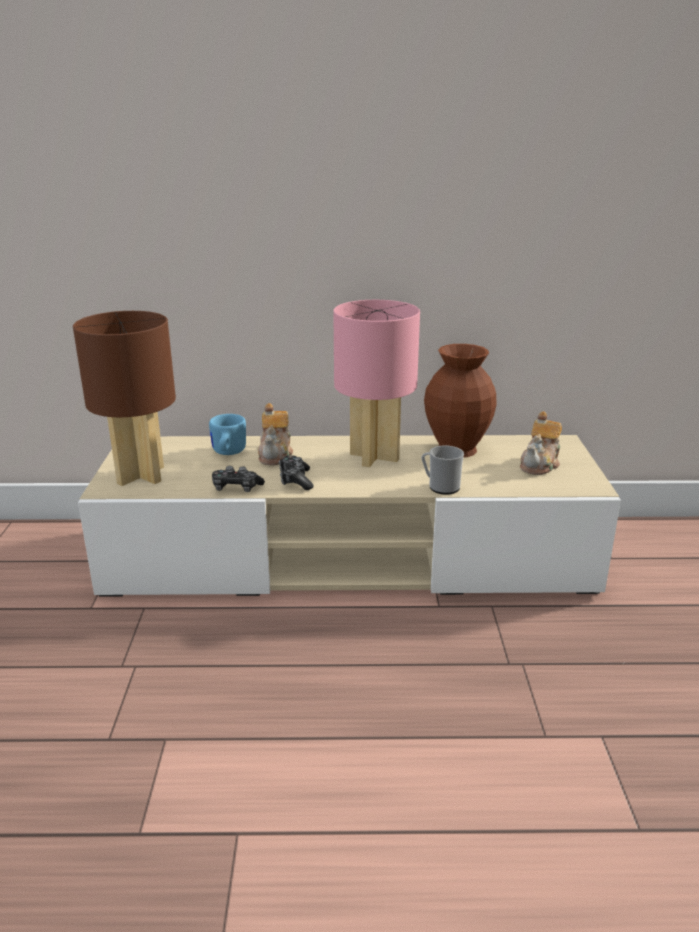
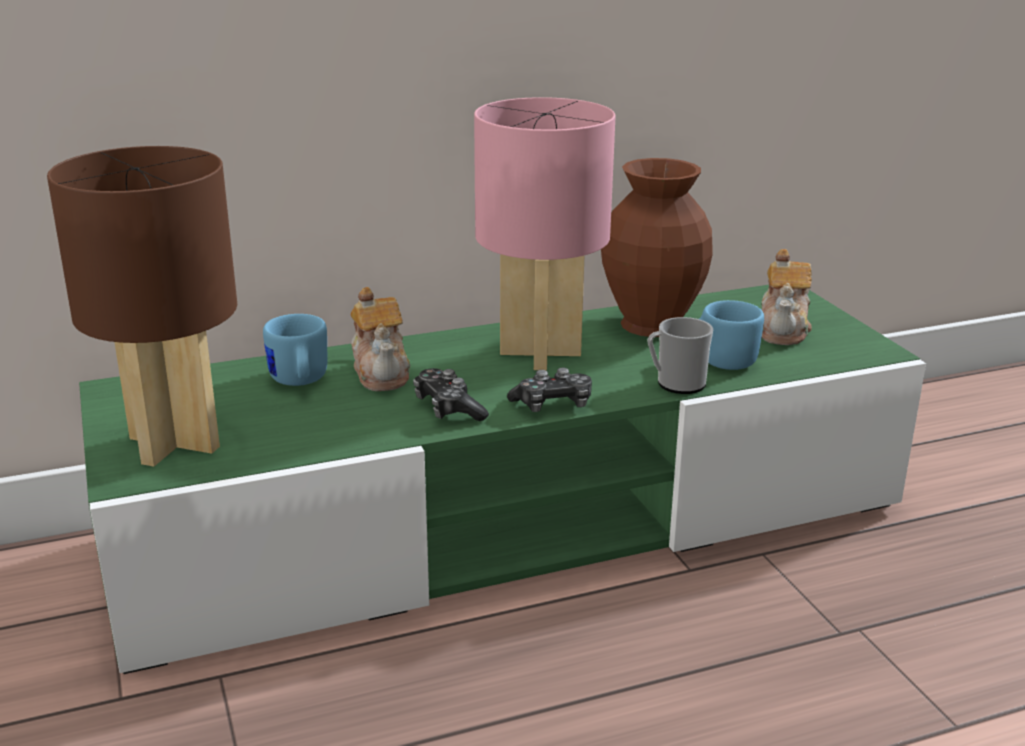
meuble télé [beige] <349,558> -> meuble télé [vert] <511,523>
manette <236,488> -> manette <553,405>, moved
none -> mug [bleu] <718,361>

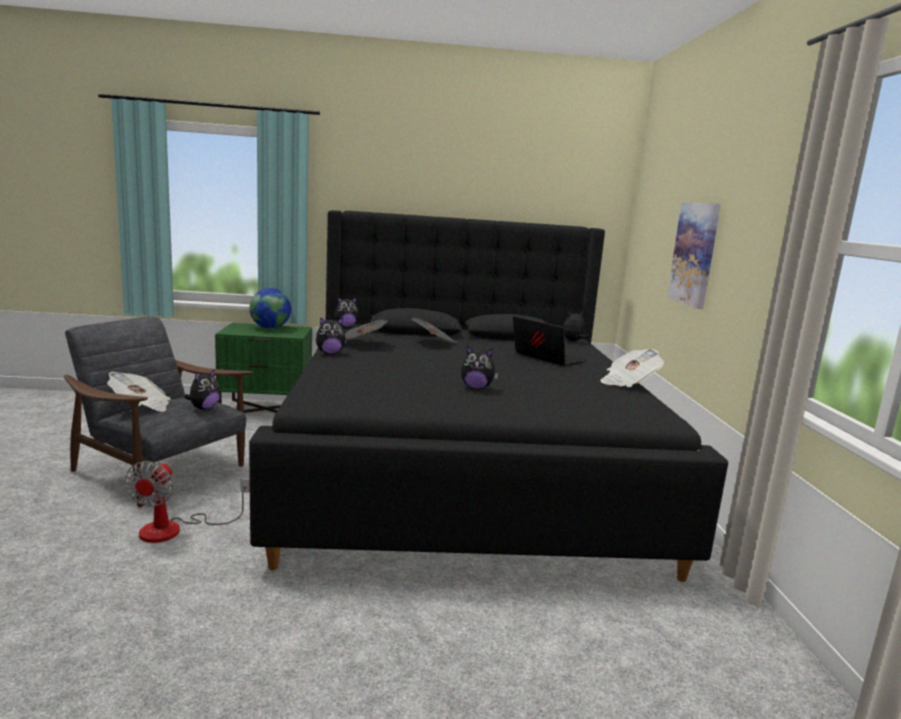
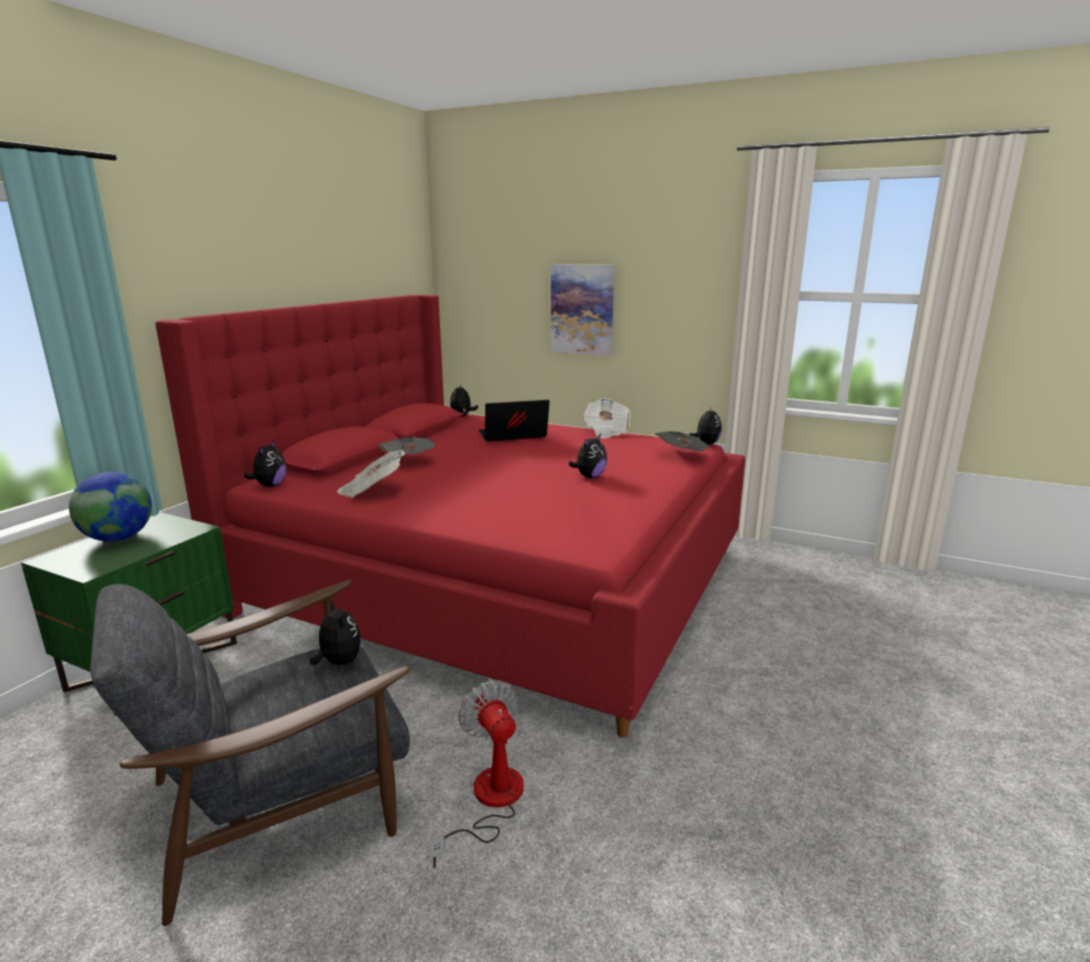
lit [noir] <464,470> -> lit [rouge] <495,577>
ventilateur <175,529> -> ventilateur <489,802>, 150 degrees counterclockwise
journal <141,406> -> journal <683,456>, moved
peluche <330,353> -> peluche <706,444>, moved

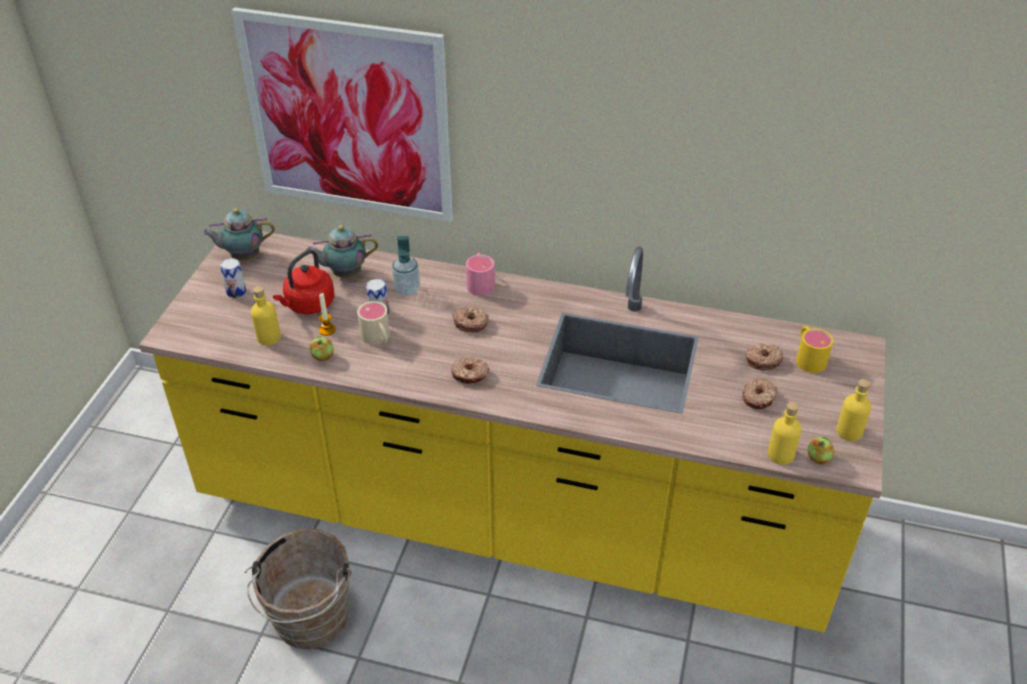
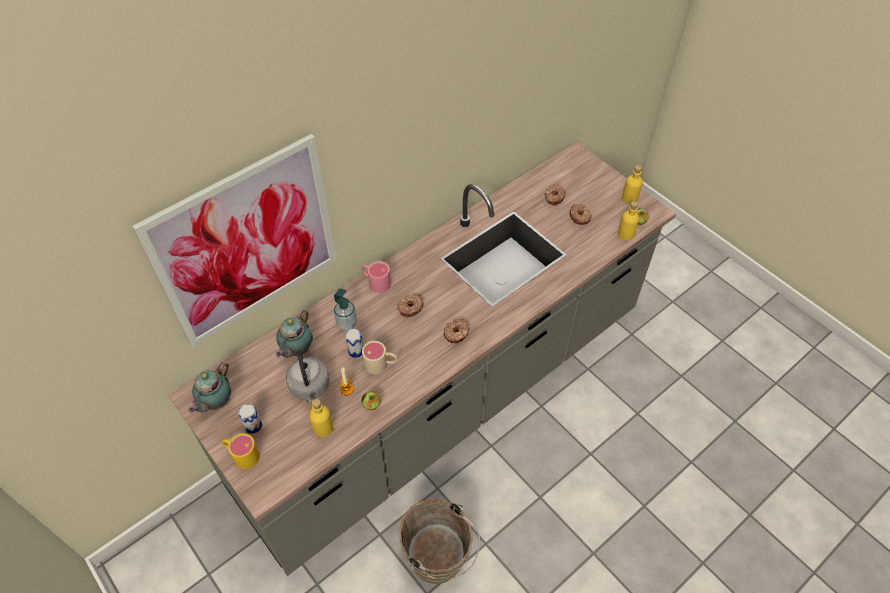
comptoir de cuisine [jaune] <513,515> -> comptoir de cuisine [gris] <445,398>
mug [jaune] <808,357> -> mug [jaune] <241,455>, moved
bouilloire [rouge] <308,305> -> bouilloire [gris] <310,388>

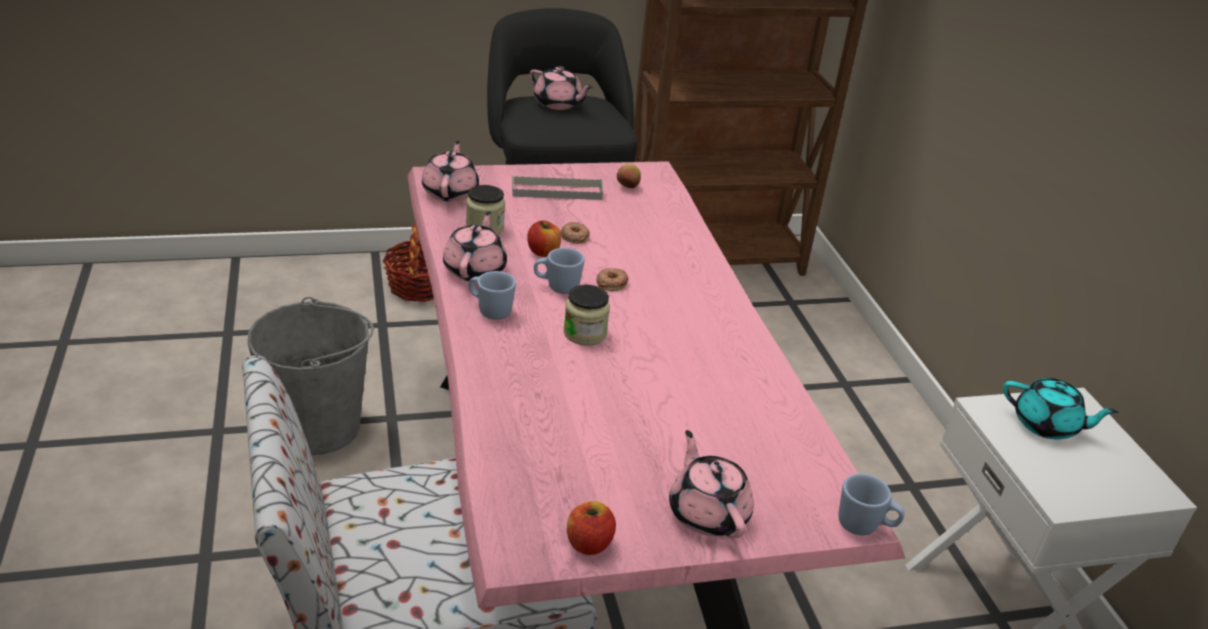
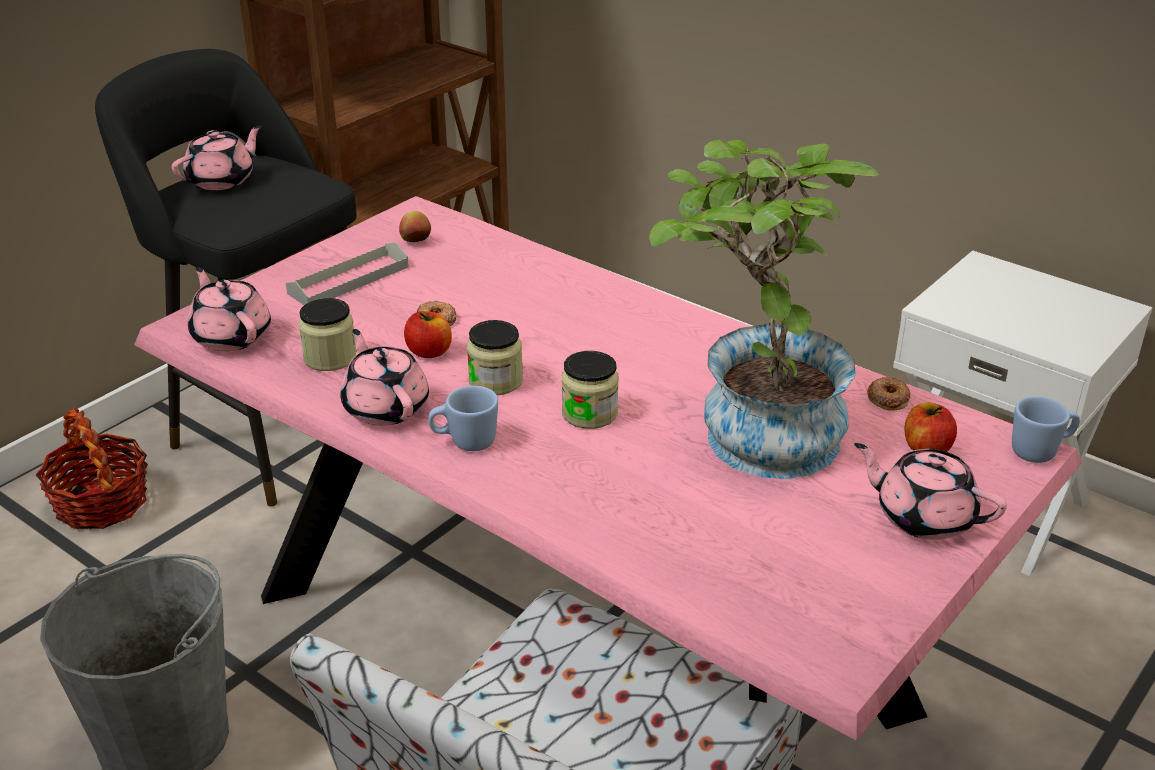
théière [rose] <558,104> -> théière [rose] <222,180>, 45 degrees counterclockwise
mug [bleu] <557,287> -> bocal <495,381>
none -> plante en pot <752,431>
beignet <611,282> -> beignet <888,398>, moved
pomme <589,543> -> pomme <926,448>, moved
théière [turquoise] <1047,425> -> none

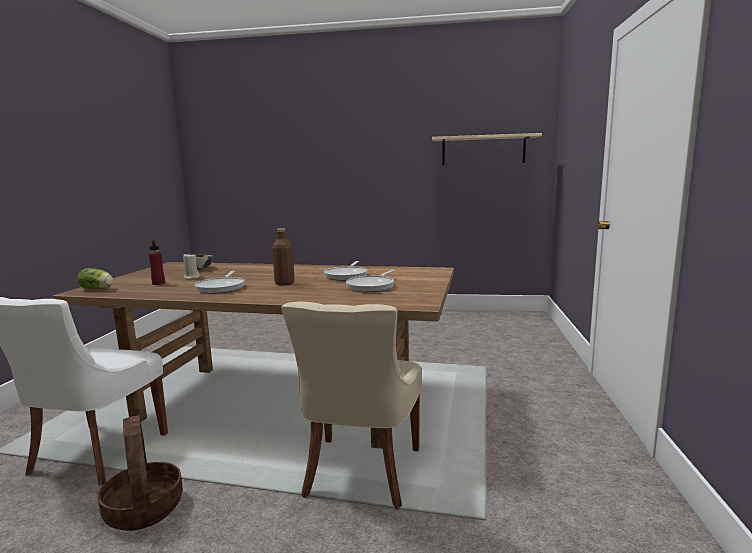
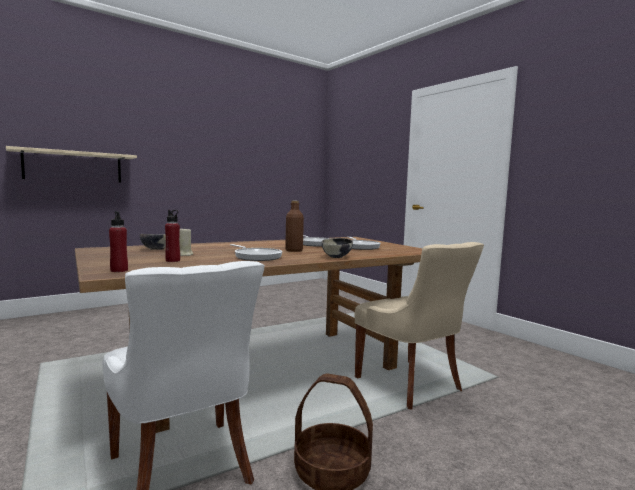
étagère [beige] <483,150> -> étagère [beige] <73,166>, moved
laitue <98,289> -> bouteille [rouge] <119,270>
none -> bol <337,257>

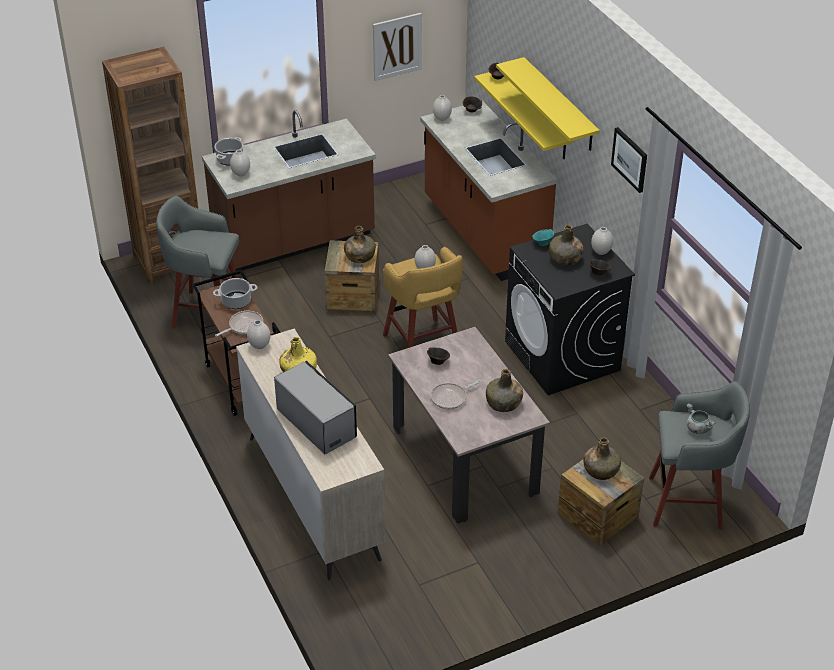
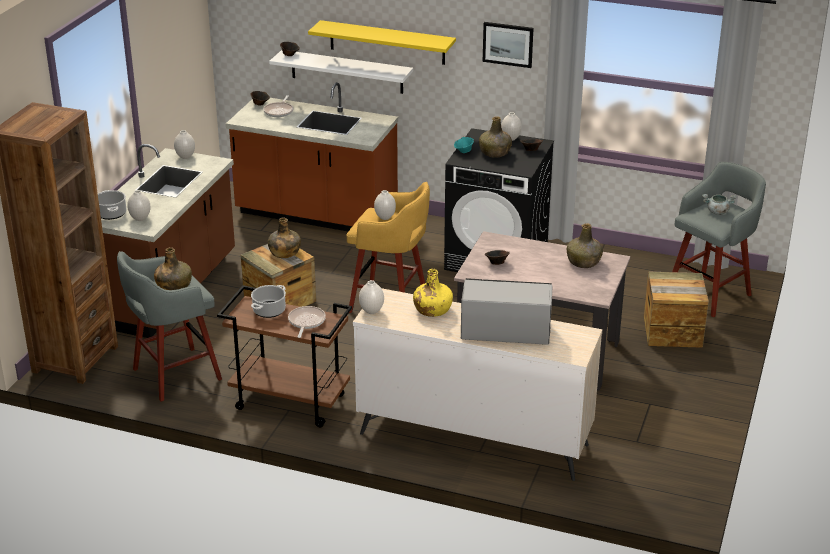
bouteille [vert] <601,470> -> bouteille [vert] <174,286>, moved
vase [blanc] <442,118> -> vase [blanc] <185,157>, moved
poêle <451,398> -> poêle <279,111>, moved
étagère [jaune] <535,115> -> étagère [blanc] <347,72>
tableau <397,46> -> none

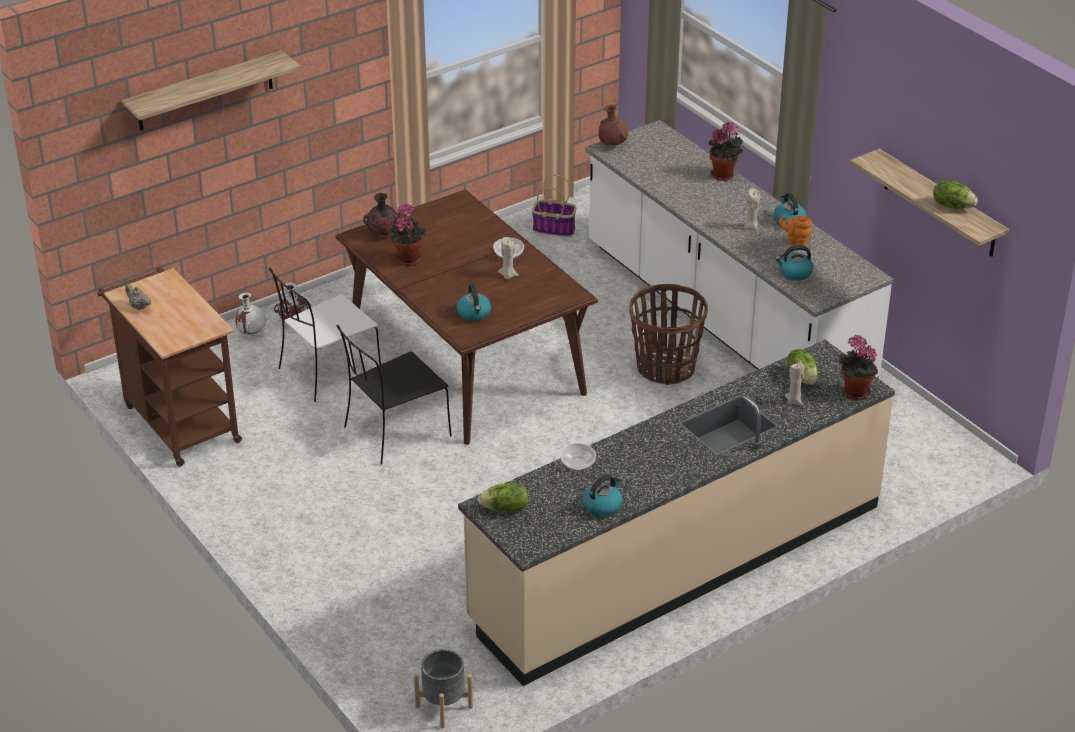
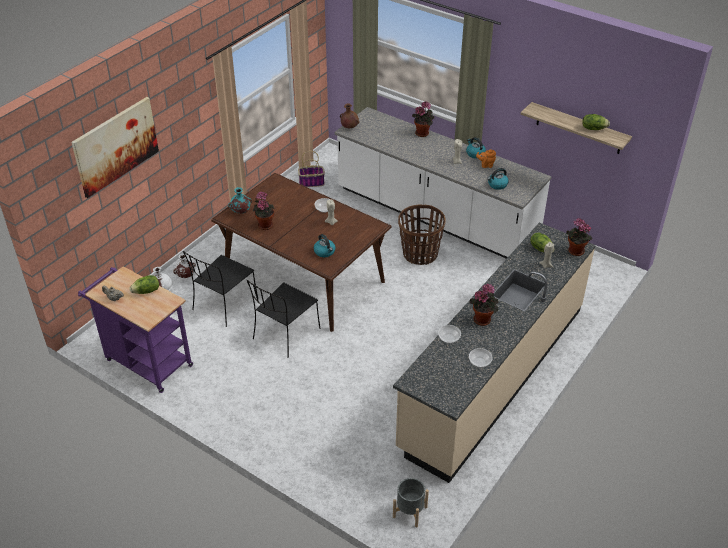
étagère <205,91> -> tableau <116,146>
chariot [marron] <178,420> -> chariot [violet] <145,361>
laitue <505,509> -> laitue <146,291>, moved
chaise [blanc] <327,373> -> chaise [noir] <224,305>
vase [noir] <383,233> -> vase [turquoise] <240,212>
bouilloire <602,505> -> bol <479,362>
none -> plante en pot <483,319>

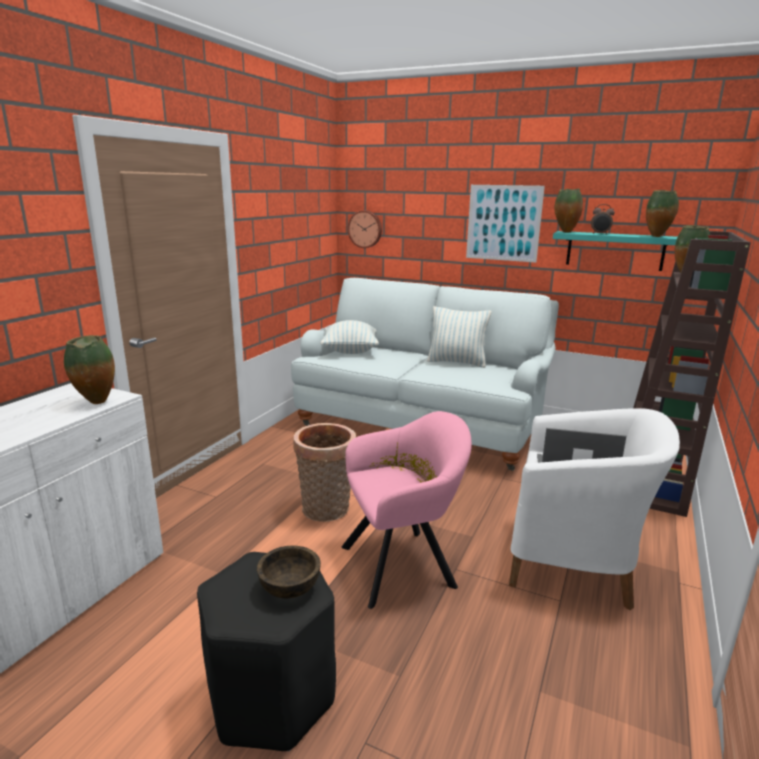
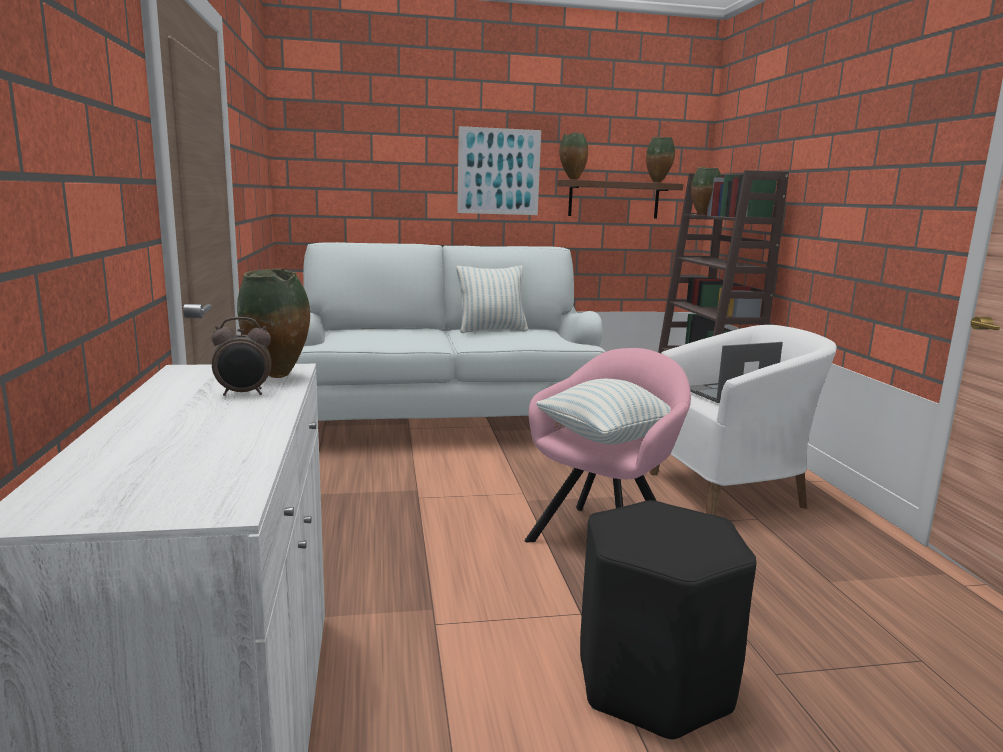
réveil <600,234> -> réveil <244,393>, moved
coussin <350,351> -> coussin <605,437>, moved
étagère [turquoise] <615,250> -> étagère [marron] <613,199>
bol [marron] <290,588> -> none
panier <326,511> -> none
horloge murale <365,229> -> none

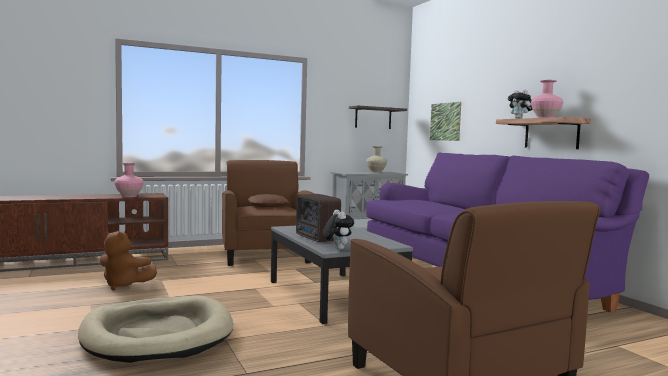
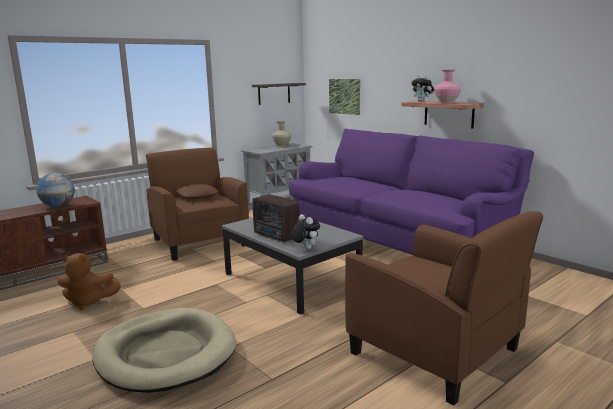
vase [rose] <129,196> -> globe <58,206>

